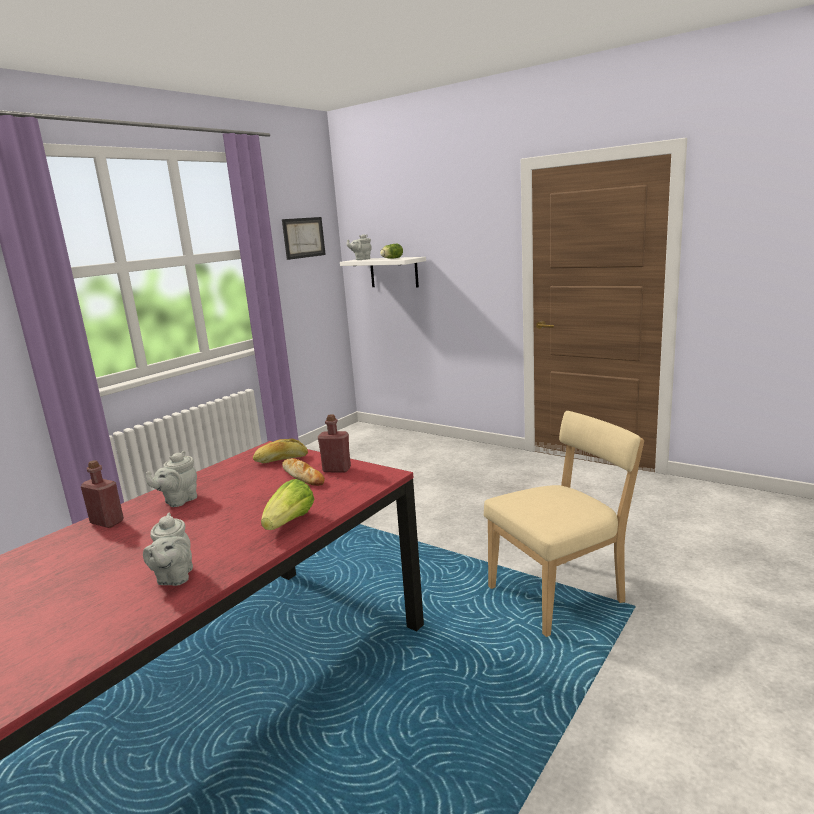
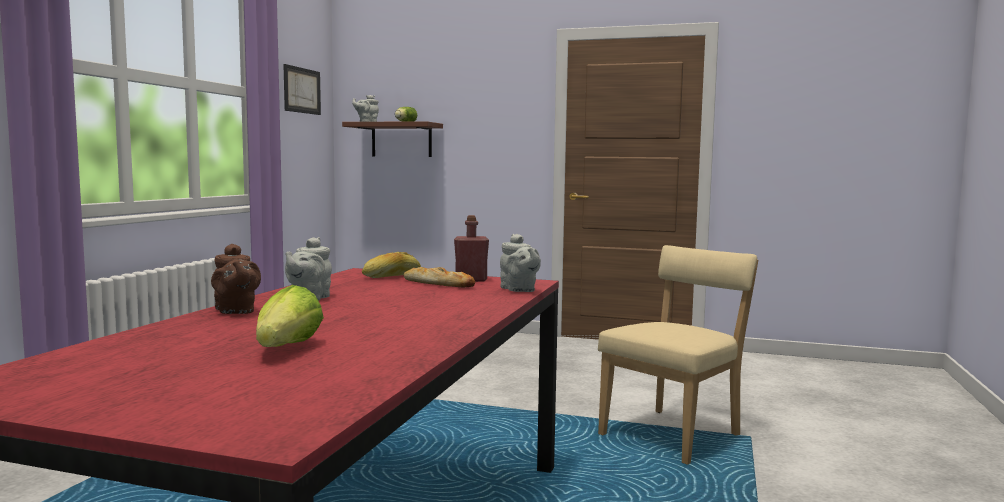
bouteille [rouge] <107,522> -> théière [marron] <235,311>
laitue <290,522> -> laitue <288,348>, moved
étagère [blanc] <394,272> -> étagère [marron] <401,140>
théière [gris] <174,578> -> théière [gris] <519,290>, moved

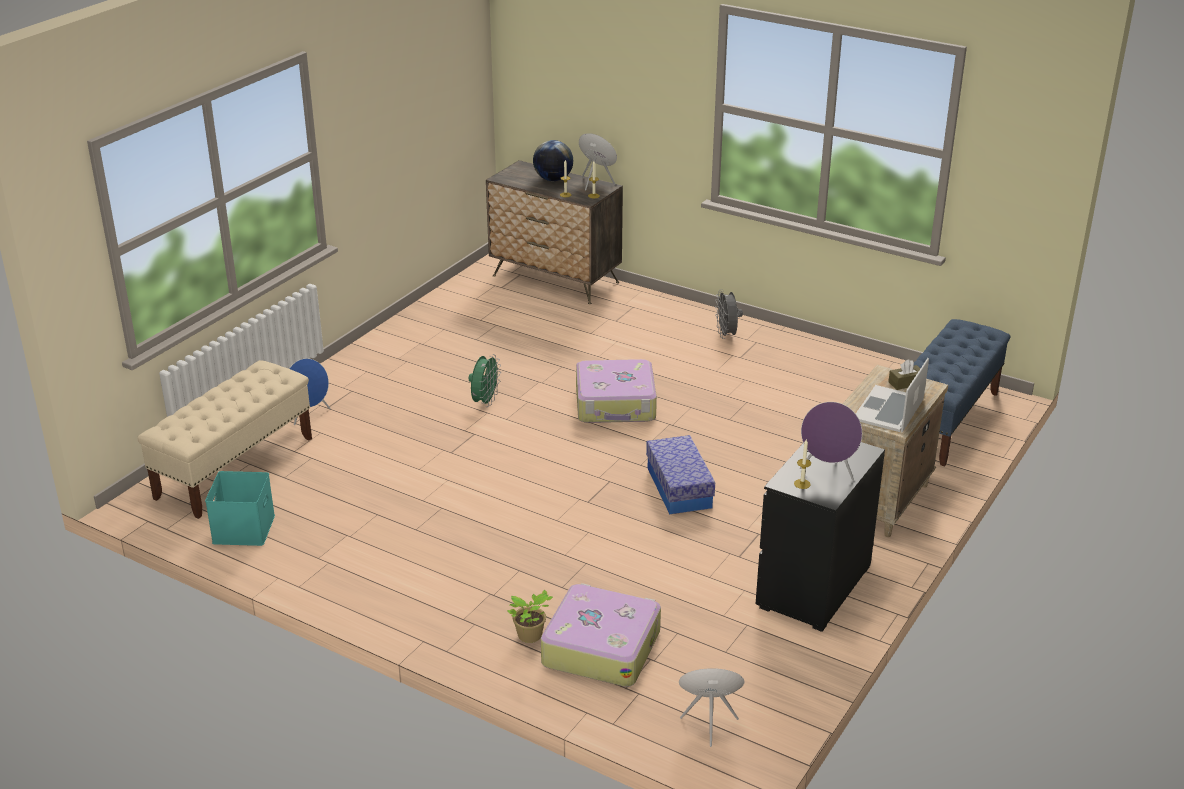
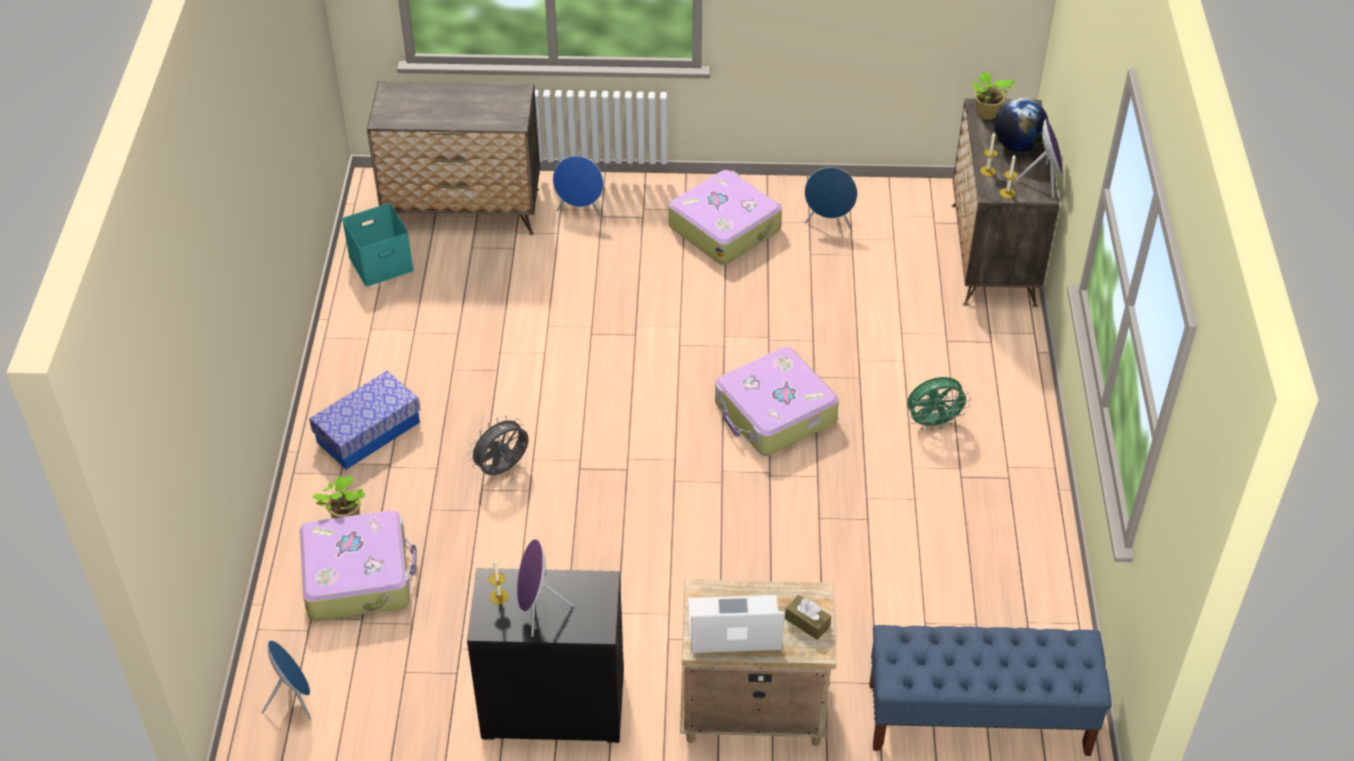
boîte de rangement <679,487> -> boîte de rangement <368,432>, moved
banc [beige] <235,467> -> commode <464,210>
ventilateur [gris] <727,335> -> ventilateur [gris] <503,469>, moved
none -> valise <725,227>
none -> enceinte [bleu] <829,223>
ventilateur [vert] <485,402> -> ventilateur [vert] <933,423>, moved
none -> plante en pot <986,114>

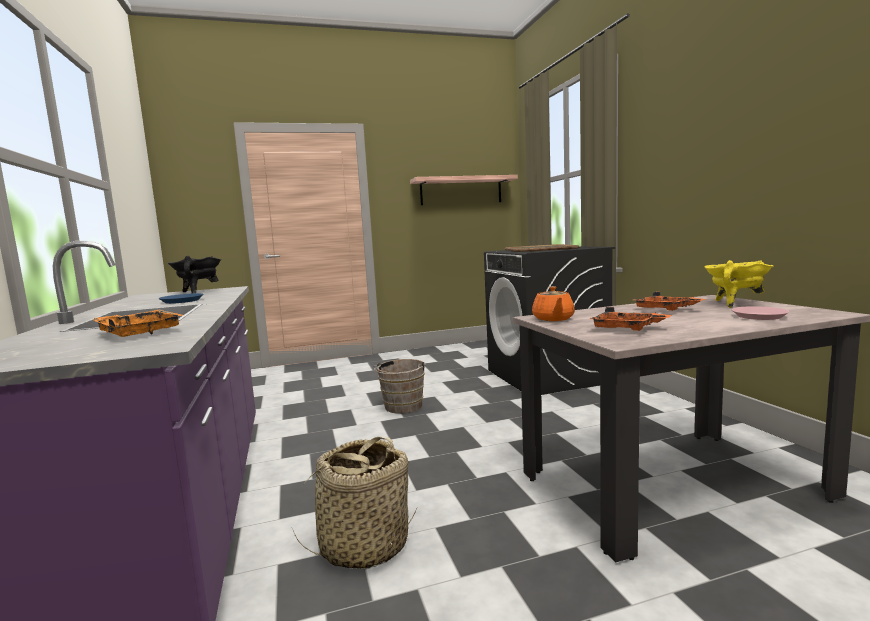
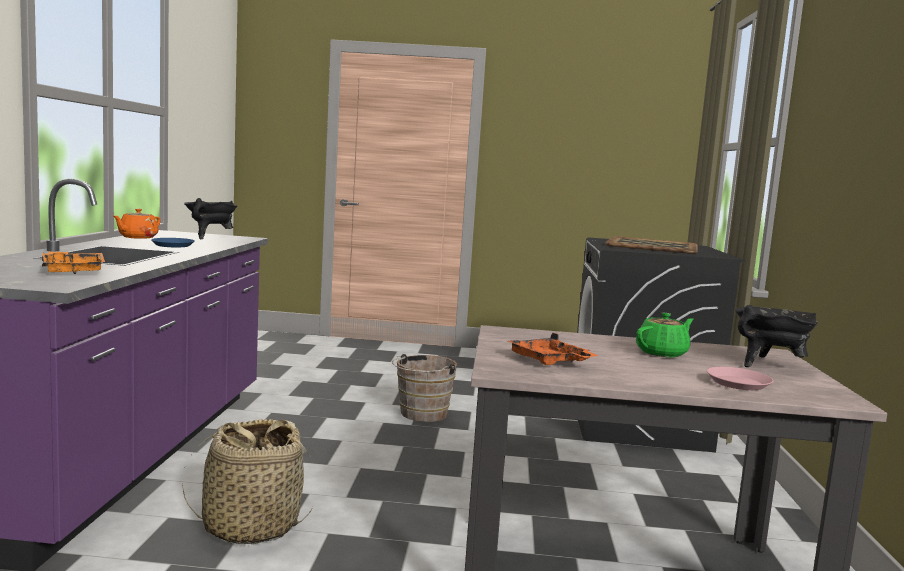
théière [orange] <553,319> -> théière [orange] <137,237>, moved
plateau [orange] <666,309> -> théière [vert] <662,353>
marmite [jaune] <735,303> -> marmite [noir] <769,365>
étagère <461,191> -> none

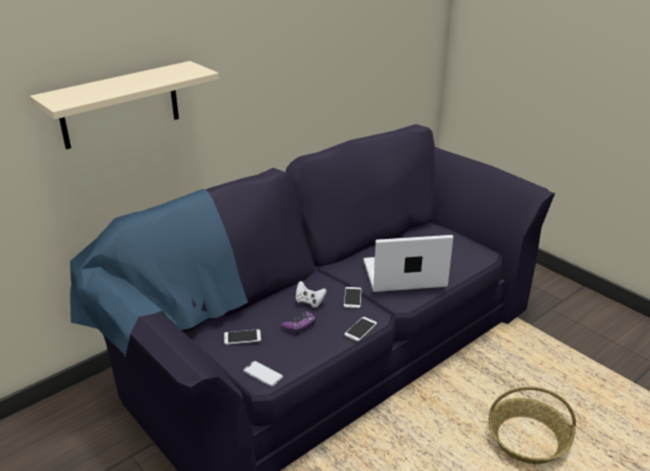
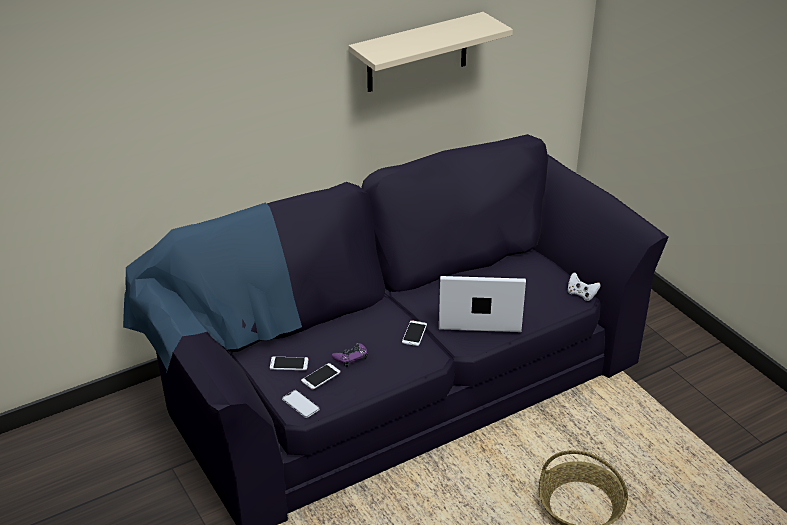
téléphone <360,329> -> téléphone <321,376>, moved
étagère [beige] <120,105> -> étagère [beige] <417,53>, moved
manette [blanc] <309,302> -> manette [blanc] <581,294>, moved

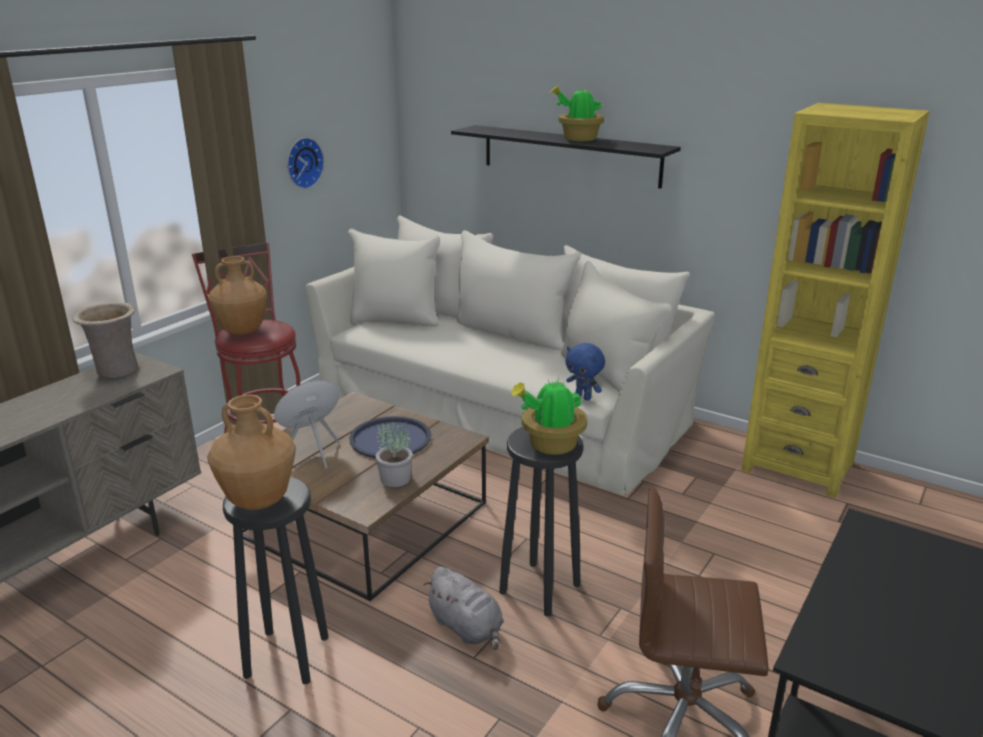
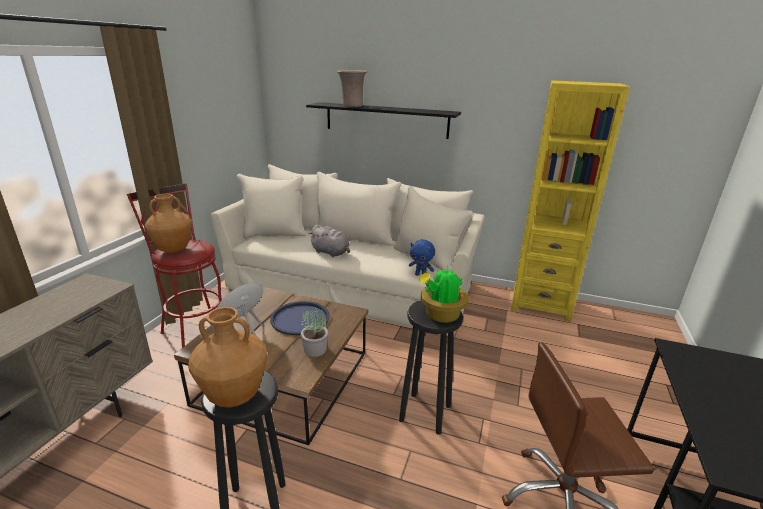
peluche [gris] <467,628> -> peluche [gris] <331,253>, moved
vase [beige] <115,371> -> vase [beige] <352,106>, moved
horloge murale <302,162> -> none
plante en pot <578,139> -> none

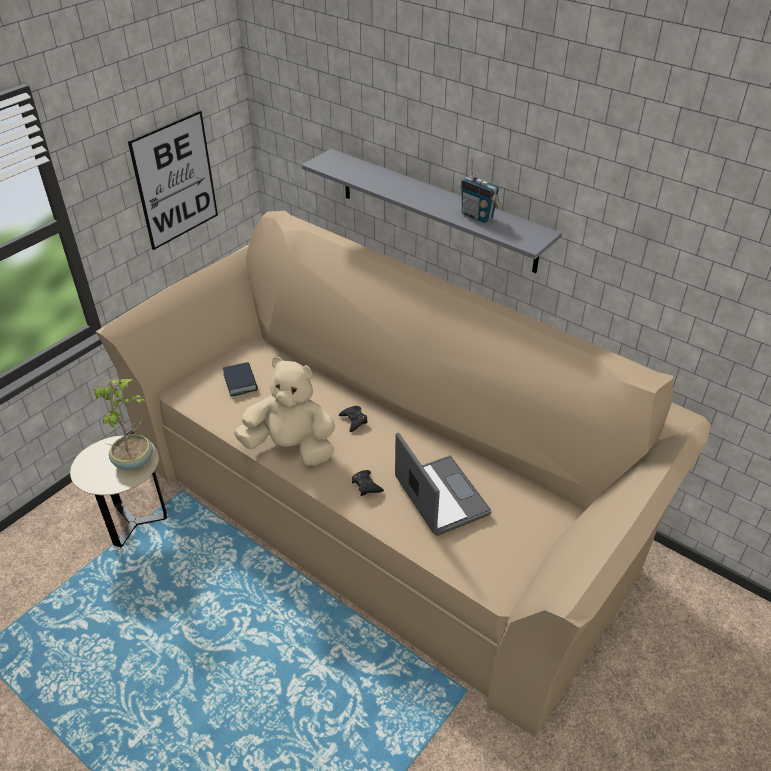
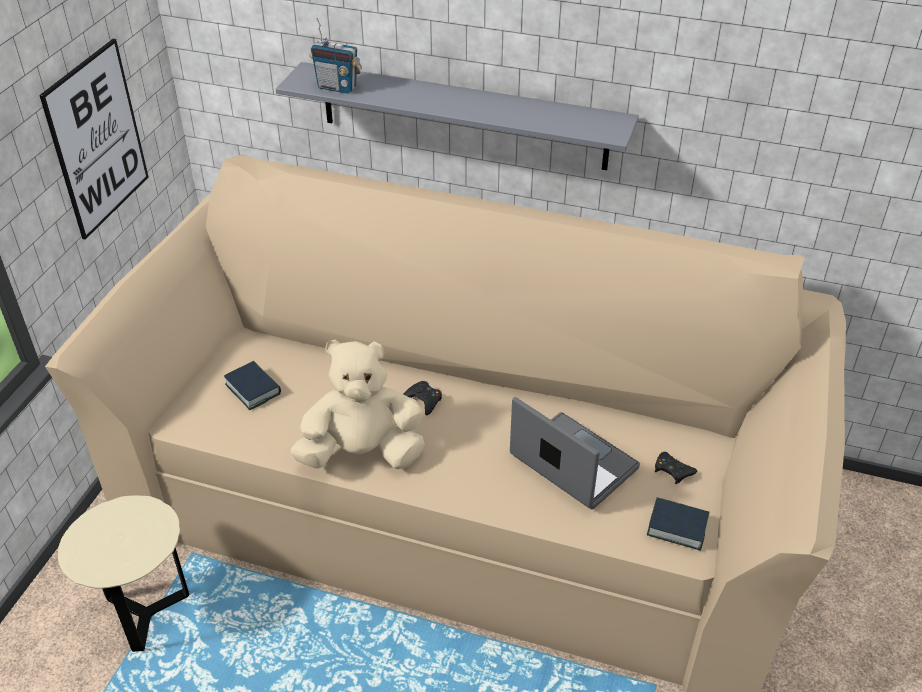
radio <477,216> -> radio <337,87>, moved
none -> livre <677,527>
manette [noir] <366,485> -> manette [noir] <673,470>, moved
plante en pot <134,460> -> none

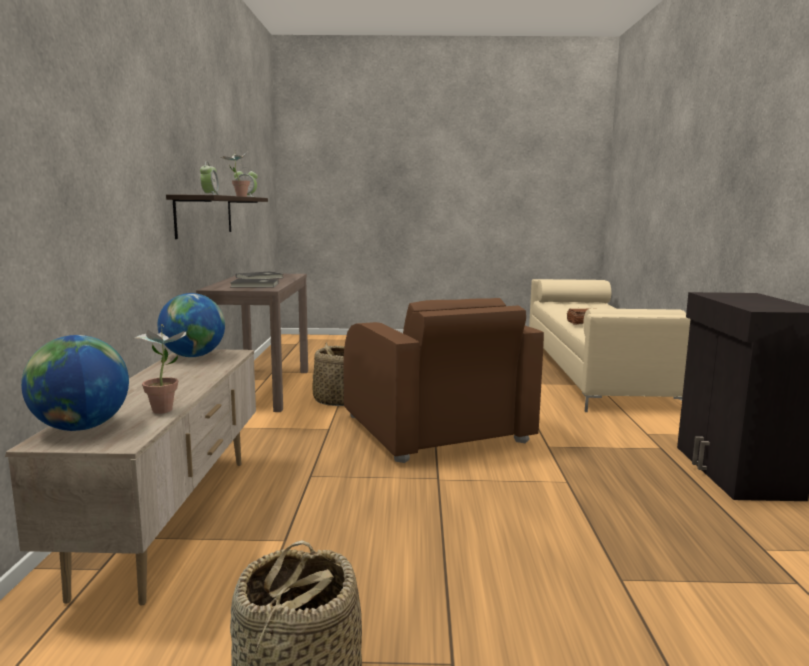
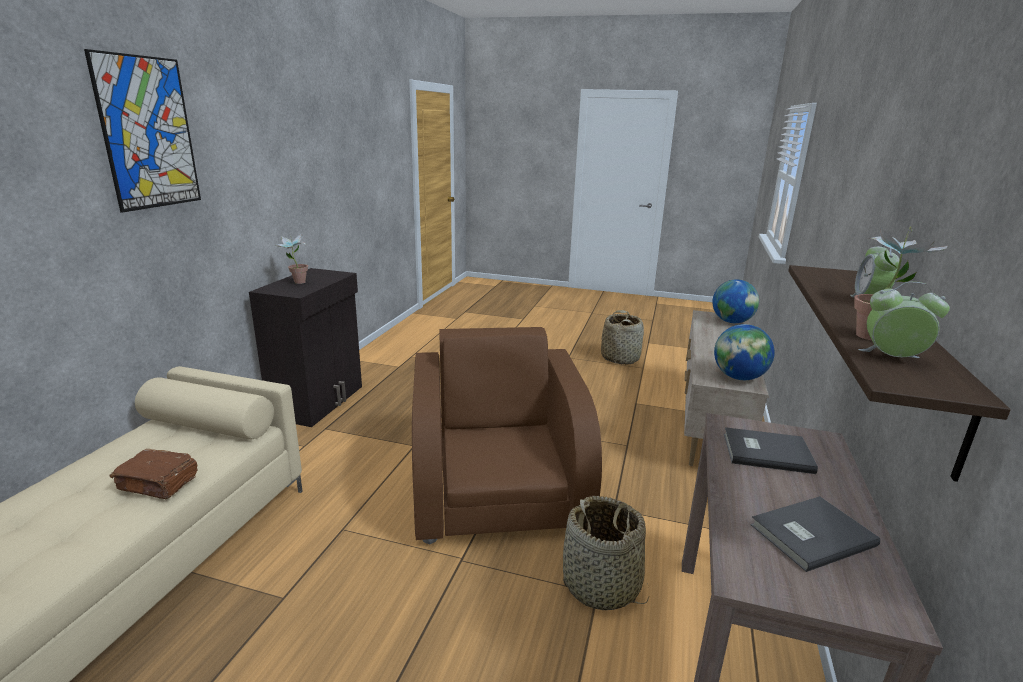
none -> tableau <148,133>
plante en pot <166,408> -> plante en pot <296,283>, moved

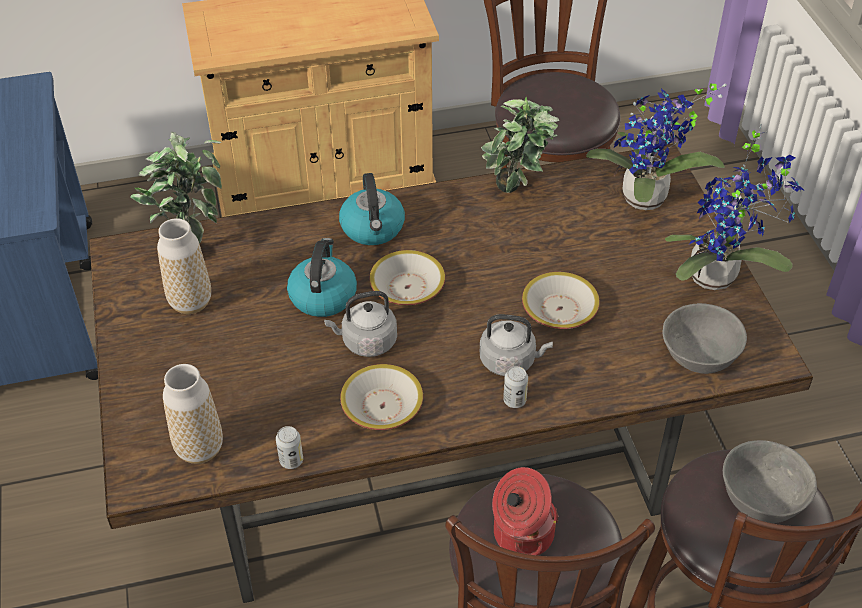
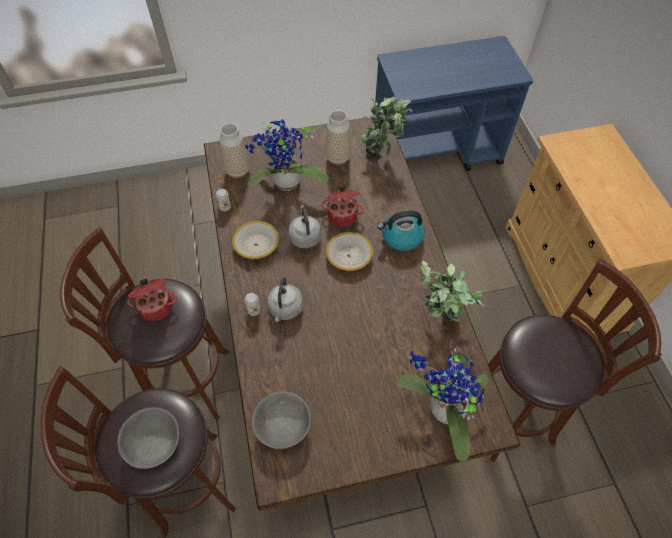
plante en pot <719,277> -> plante en pot <285,184>, moved
bouilloire <323,295> -> marmite <342,215>
bol <559,309> -> none

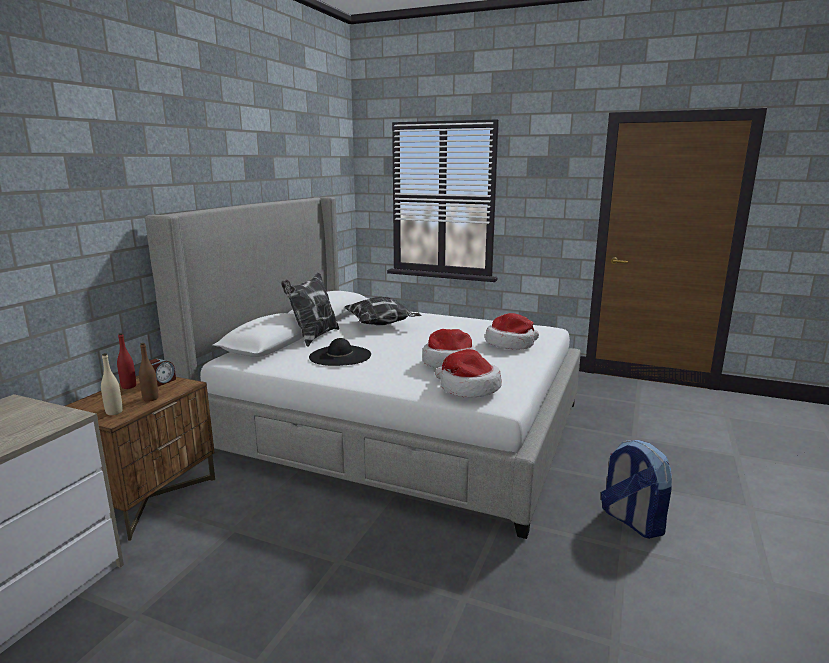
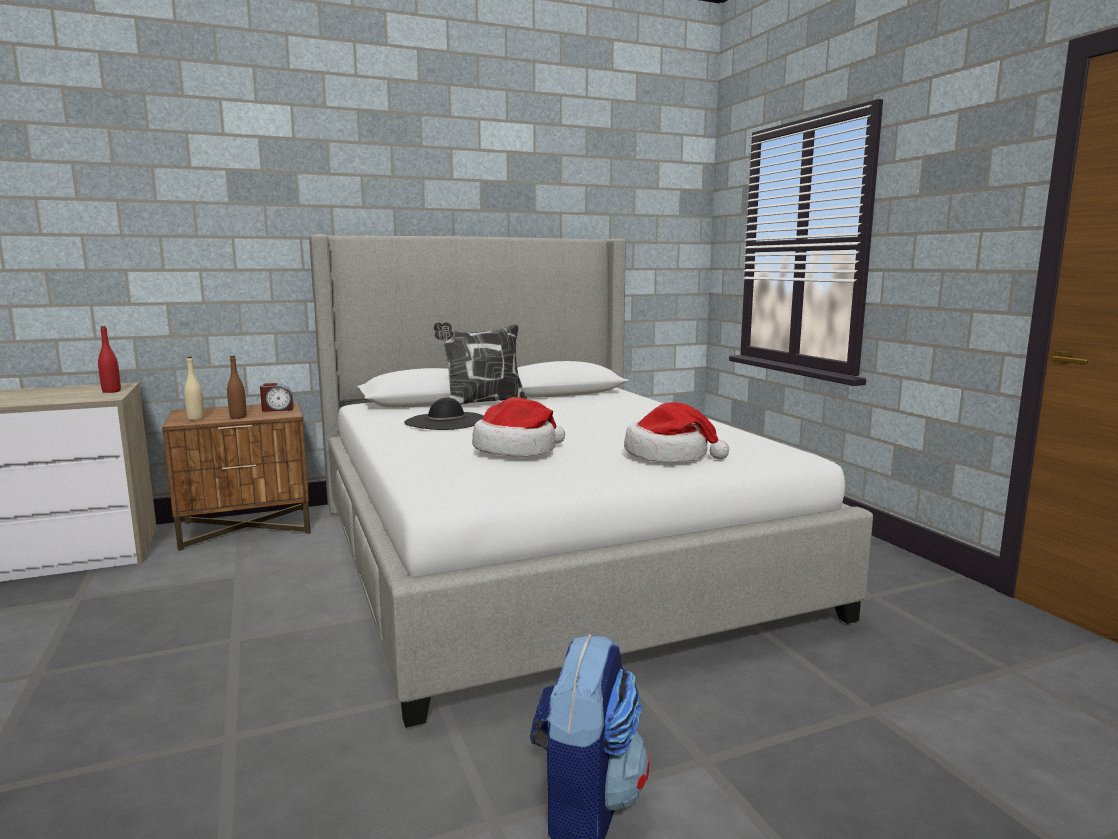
bouteille [rouge] <128,386> -> bouteille [rouge] <111,391>, moved
coussin <382,325> -> none
chapeau <468,388> -> none

